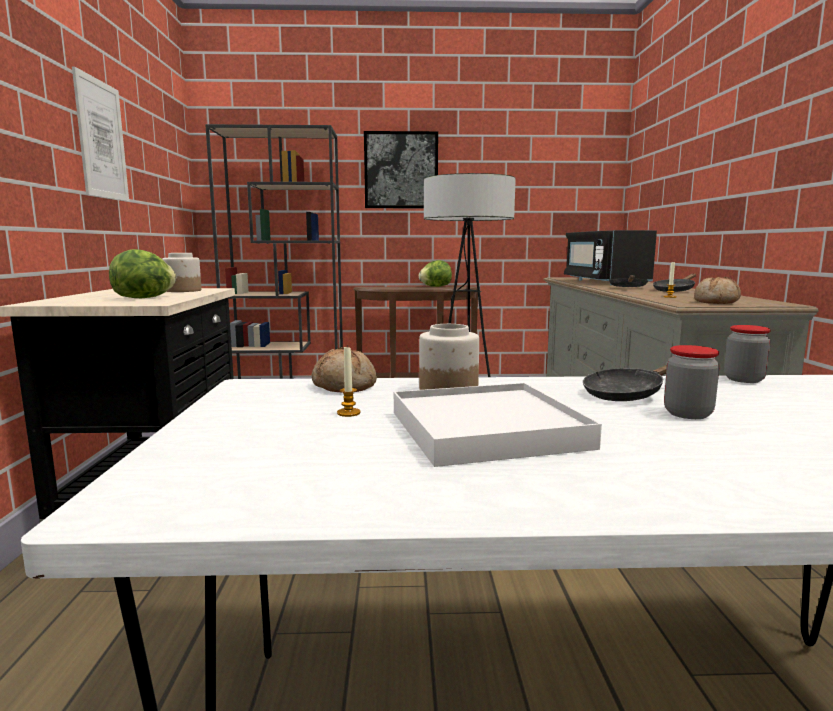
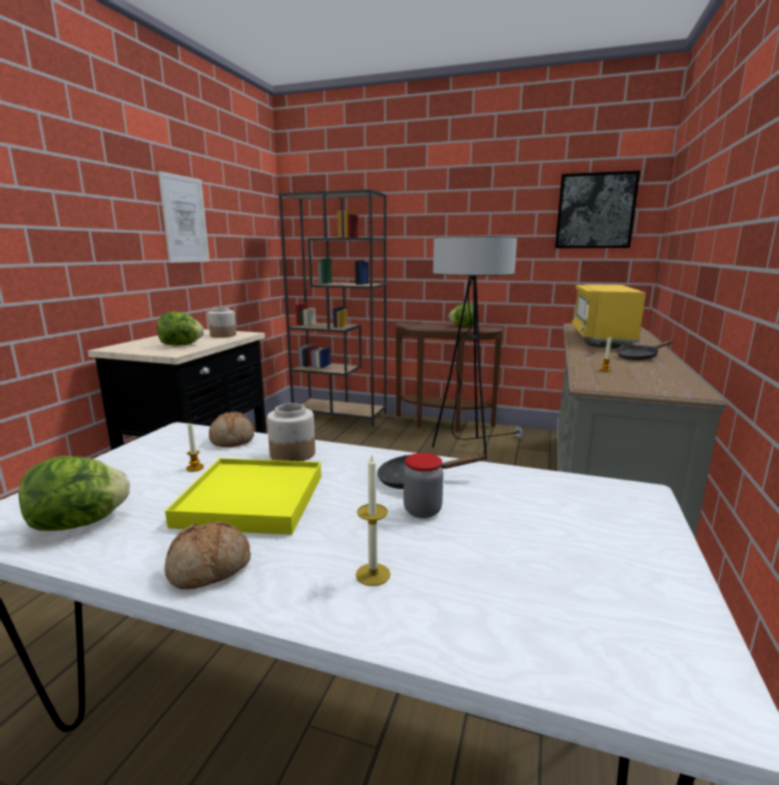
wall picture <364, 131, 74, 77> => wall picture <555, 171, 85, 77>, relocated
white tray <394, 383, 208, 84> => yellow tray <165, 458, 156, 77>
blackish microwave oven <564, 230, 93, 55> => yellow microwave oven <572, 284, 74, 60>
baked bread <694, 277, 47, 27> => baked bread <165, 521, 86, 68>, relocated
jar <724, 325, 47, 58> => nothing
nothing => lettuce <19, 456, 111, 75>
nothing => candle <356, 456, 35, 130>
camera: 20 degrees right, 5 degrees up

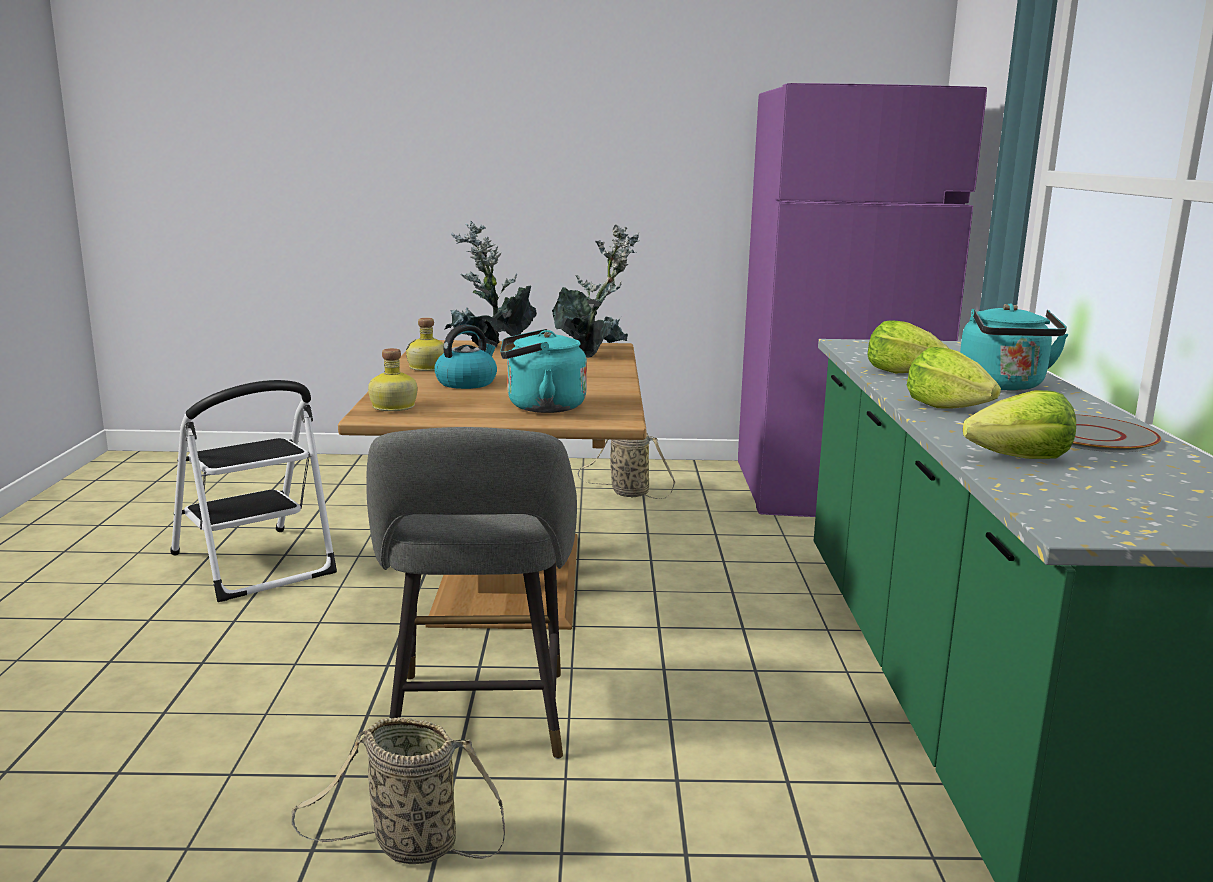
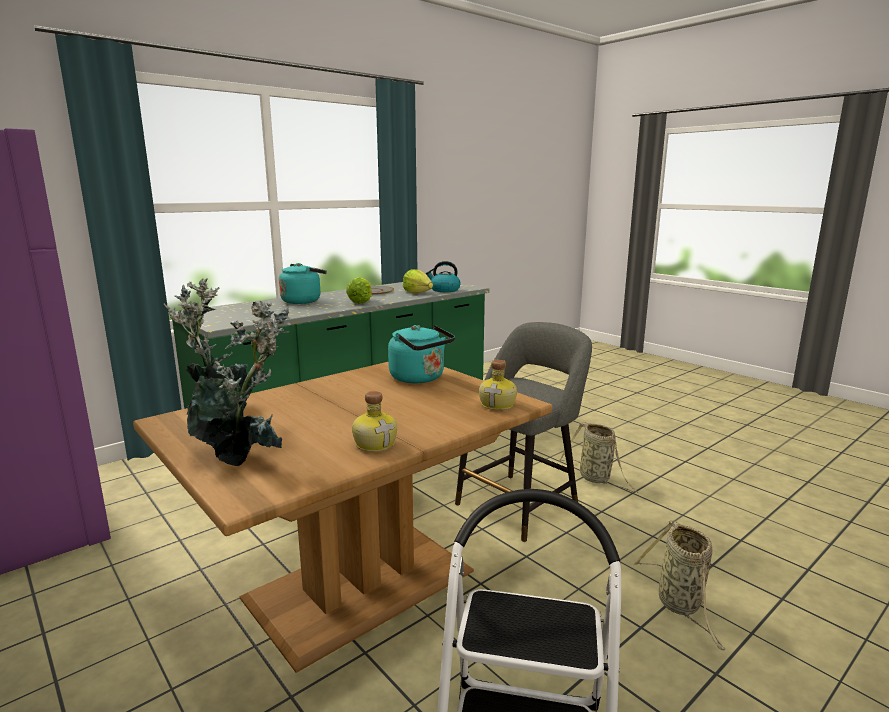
kettle <435, 324, 63, 65> => kettle <426, 261, 35, 31>, relocated
storage basket <578, 432, 97, 67> => storage basket <634, 521, 91, 129>, relocated
lettuce <868, 320, 82, 53> => nothing
camera: 130 degrees left, 0 degrees up

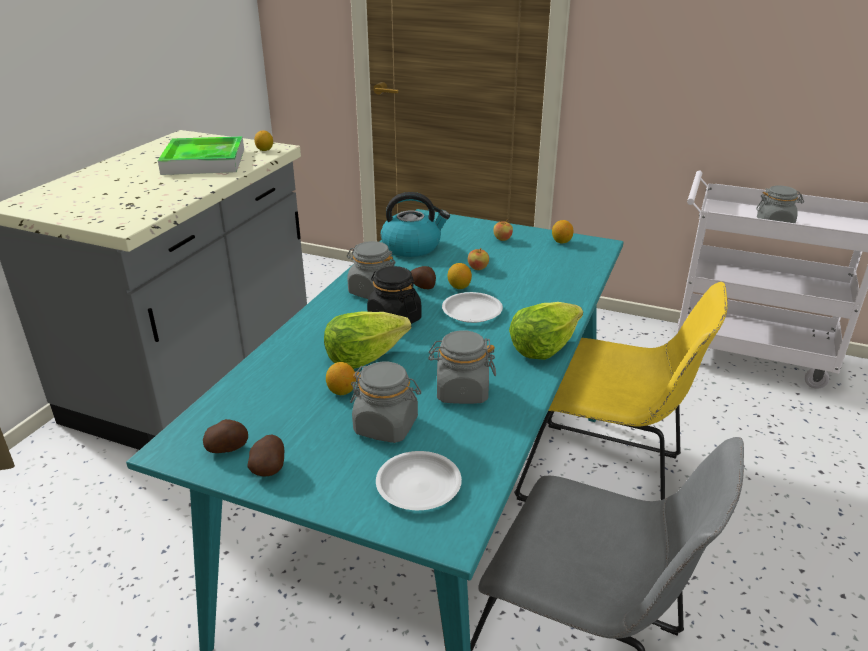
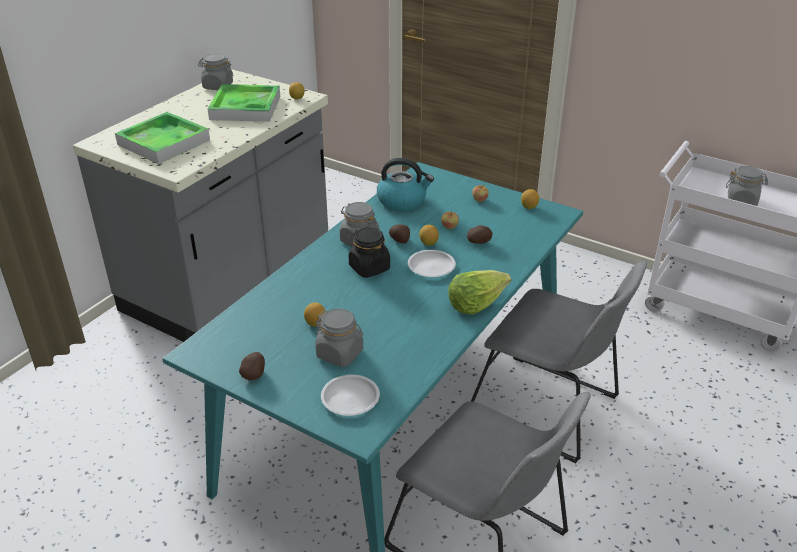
whole potato <203, 419, 45, 34> => whole potato <467, 225, 26, 19>, relocated
lettuce <324, 311, 87, 58> => nothing
greyish jar <428, 330, 68, 74> => greyish jar <198, 54, 35, 36>, relocated
yellow plain chair <514, 282, 214, 220> => greyish plain chair <471, 260, 176, 203>
nothing => tray <115, 112, 95, 52>
camera: 10 degrees right, 5 degrees up

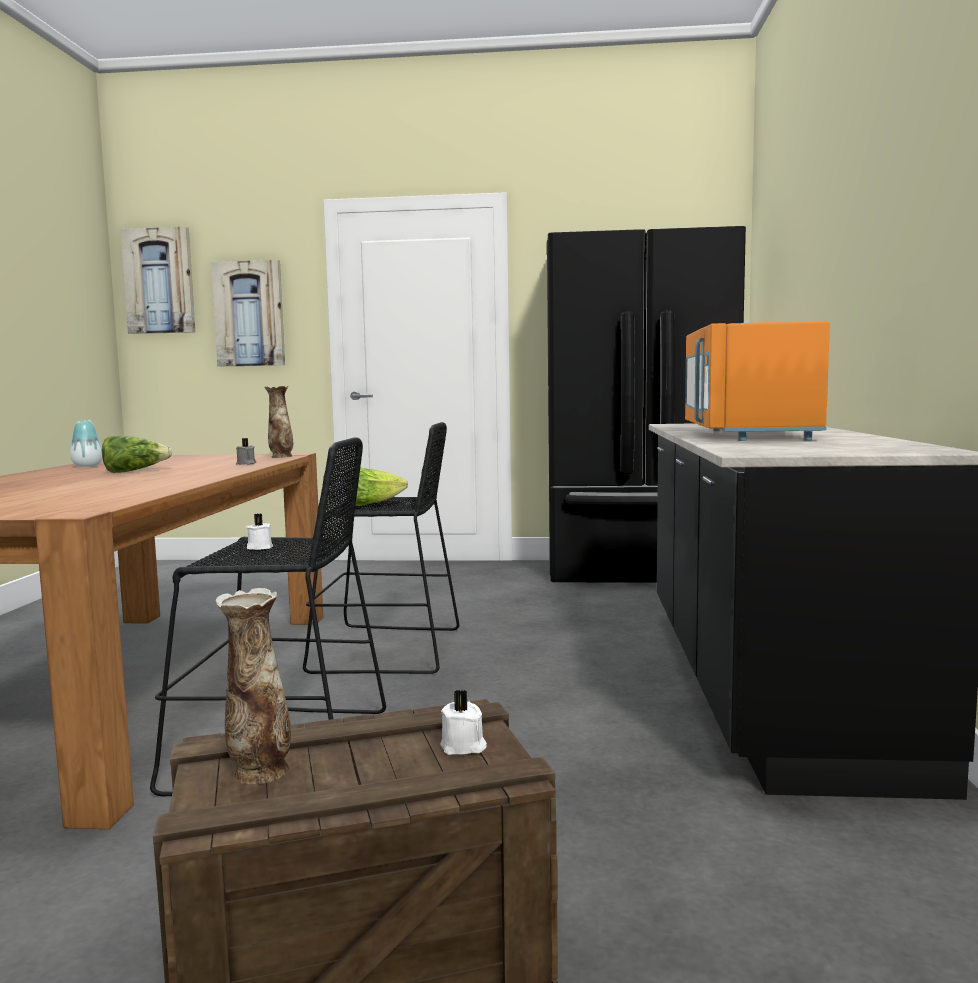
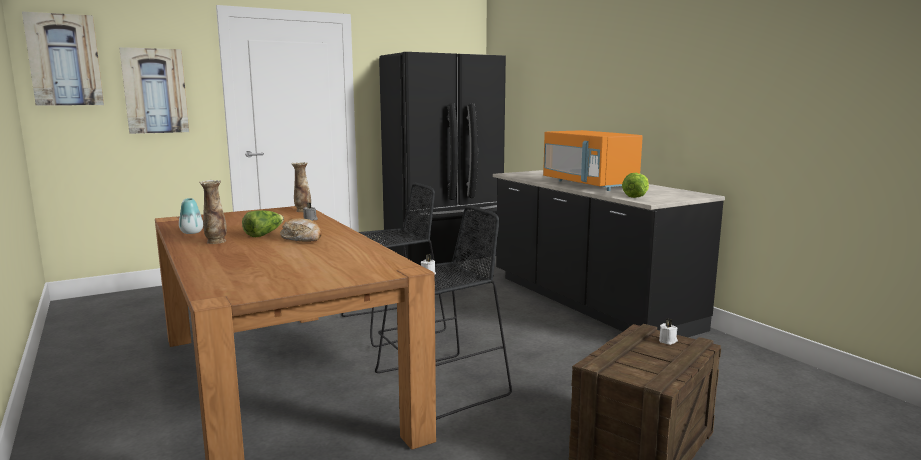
decorative vase <216, 588, 75, 196> => decorative vase <199, 180, 28, 64>, relocated
lettuce <346, 468, 62, 38> => lettuce <622, 173, 27, 25>, relocated
nothing => baked bread <280, 218, 42, 24>
camera: 35 degrees left, 5 degrees up

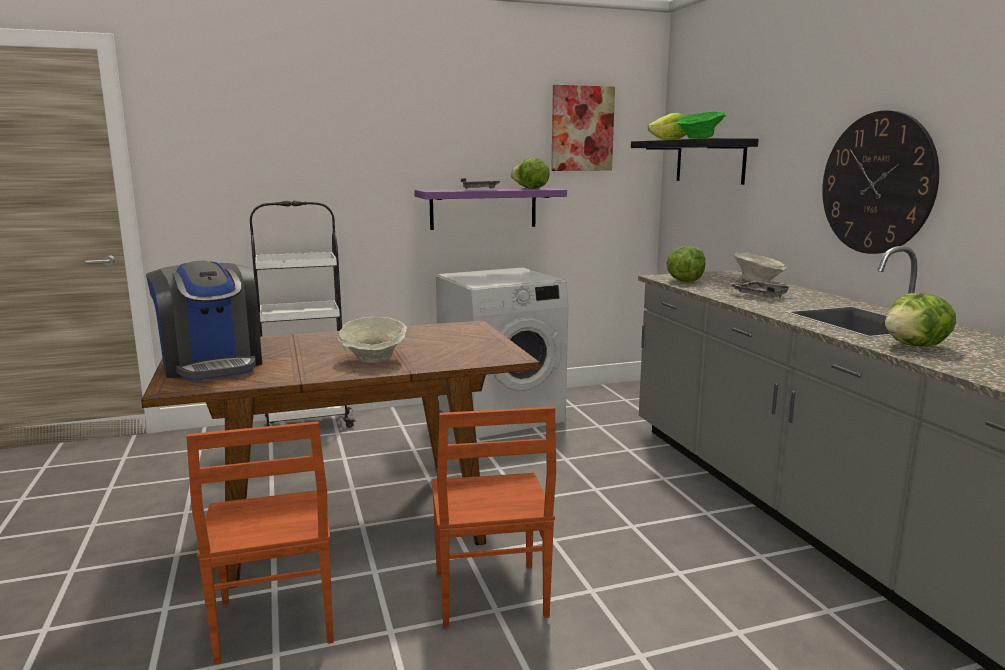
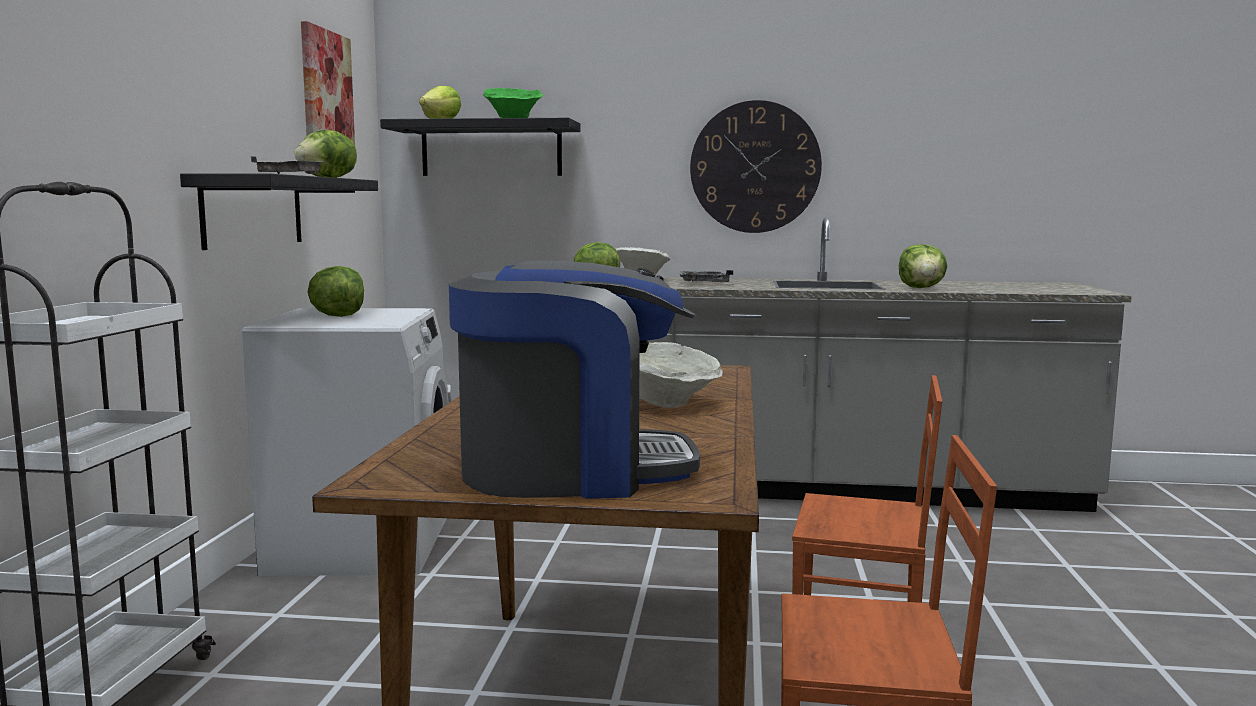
purplish bracket shelf <414, 188, 153, 42> => blackish bracket shelf <180, 174, 198, 76>
nothing => lettuce <308, 266, 56, 51>
camera: 65 degrees left, 5 degrees down

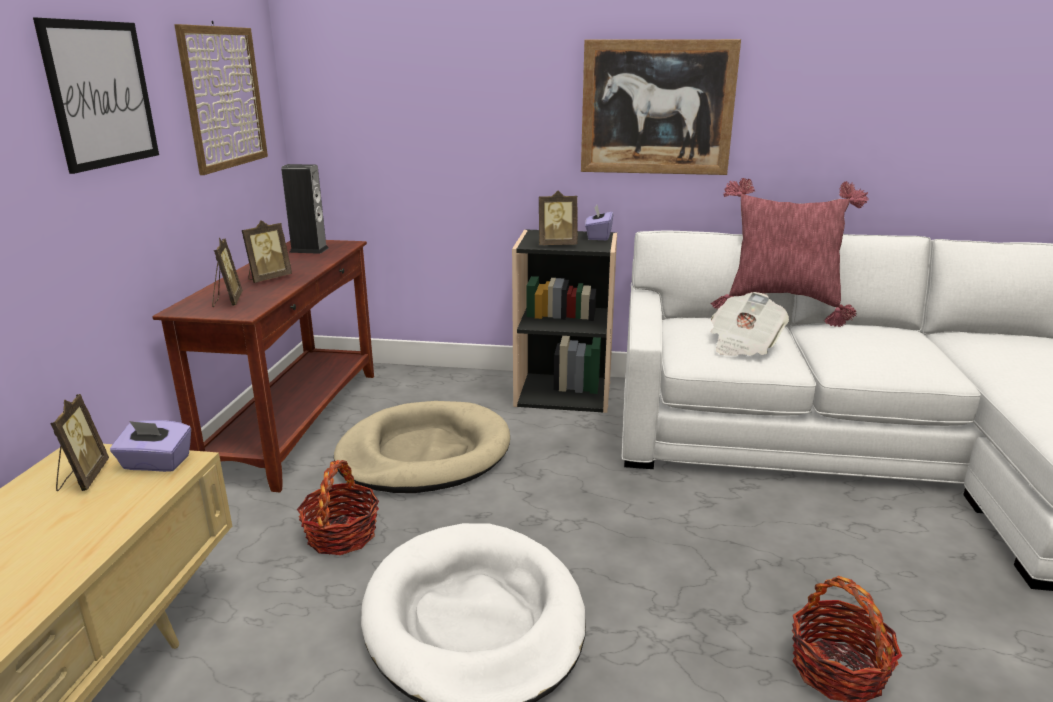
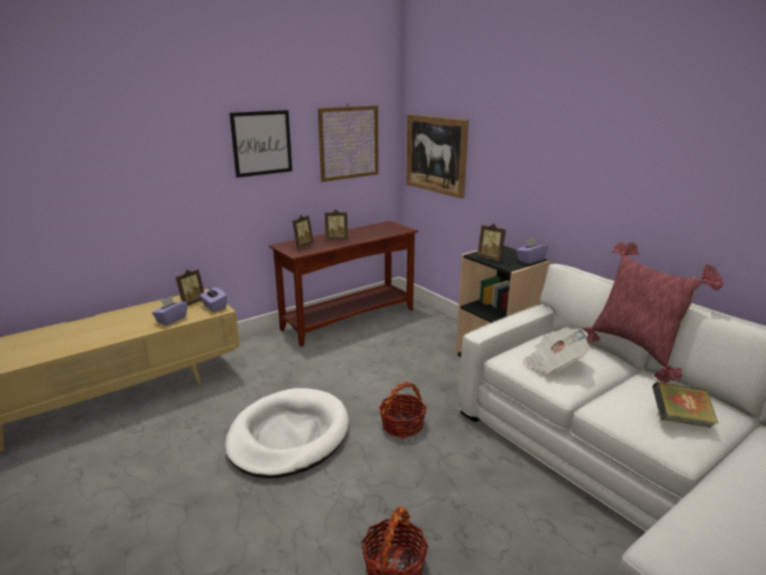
loudspeaker <281, 164, 48, 90> => nothing
storage basket <297, 460, 82, 95> => storage basket <379, 382, 48, 56>, relocated
sand-coloured dog bed <334, 401, 176, 92> => nothing
wall picture <581, 39, 160, 136> => wall picture <406, 114, 63, 85>, relocated
nothing => purplish tissue box <152, 296, 35, 29>
nothing => bound book <652, 382, 67, 46>
camera: 45 degrees right, 0 degrees up

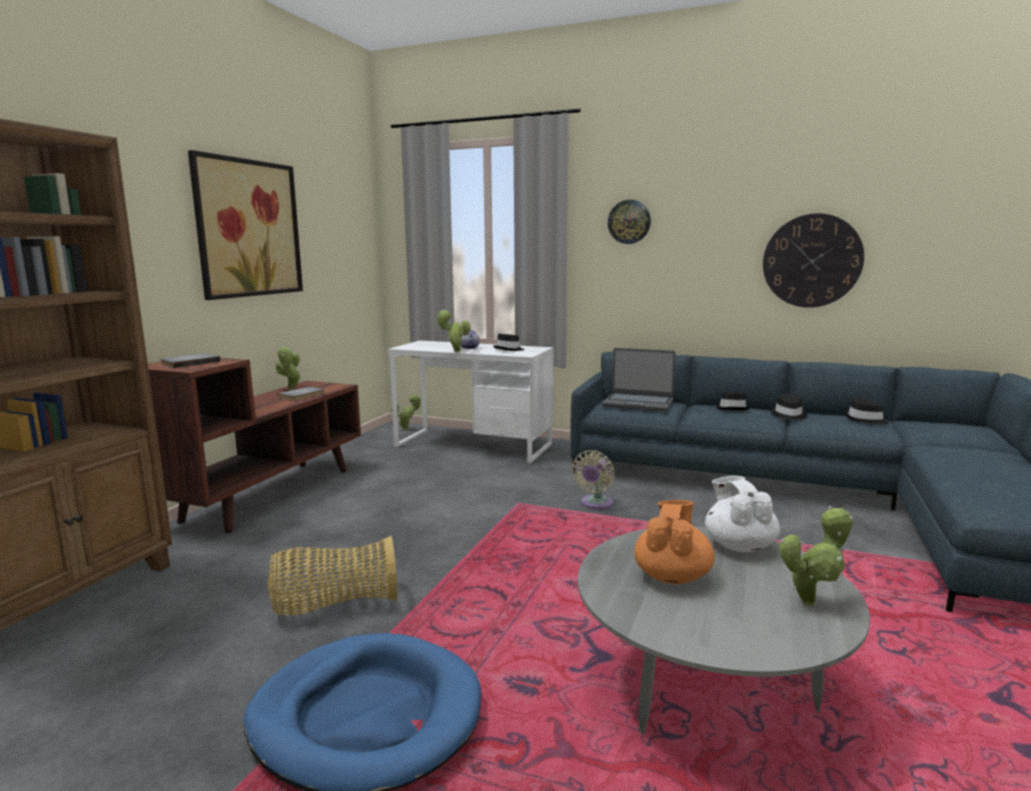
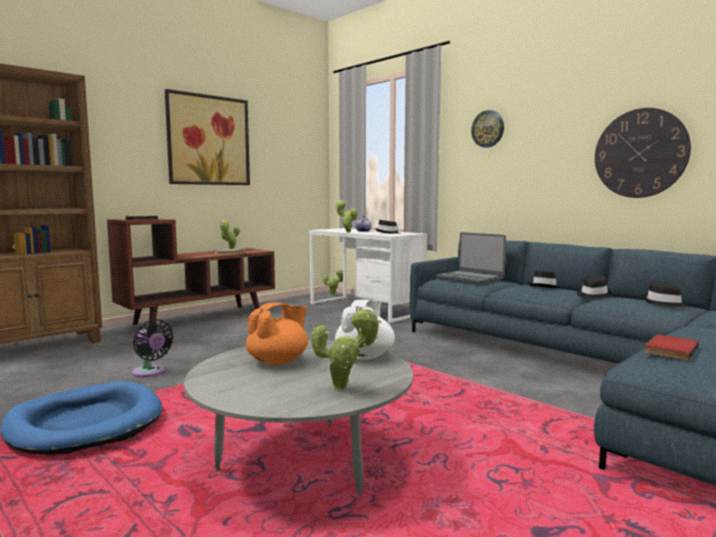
storage basket <267, 536, 130, 79> => blackish cooling fan <132, 319, 42, 58>
sand-coloured cooling fan <572, 450, 43, 59> => nothing
nothing => reddish bound book <645, 334, 54, 26>
camera: 25 degrees right, 5 degrees down

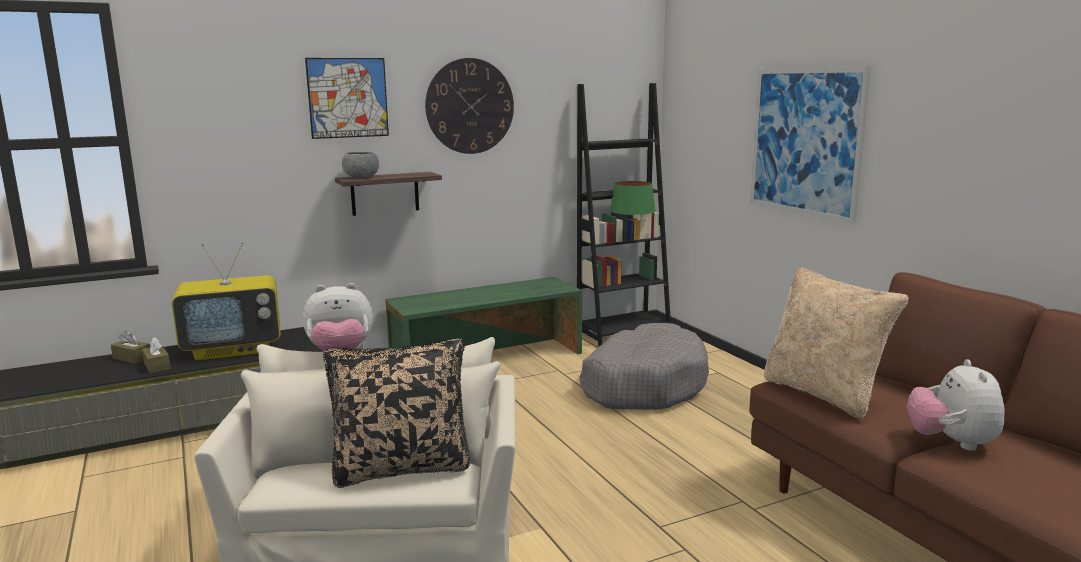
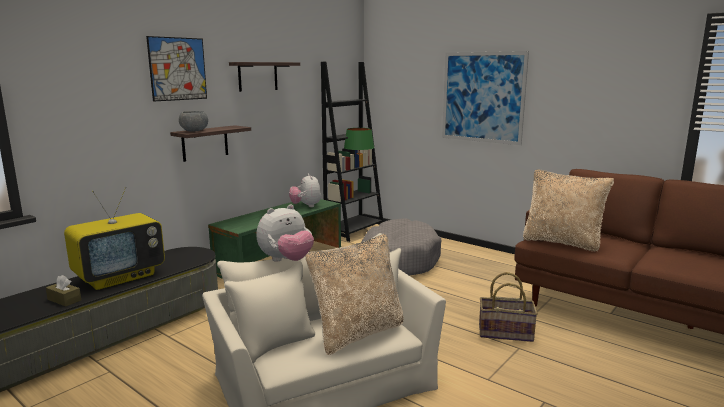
brownish tissue box <111, 331, 39, 33> => nothing
blackish throw pillow <323, 338, 147, 150> => sand-coloured throw pillow <305, 234, 99, 121>
wall clock <425, 58, 89, 96> => bracket shelf <229, 62, 71, 30>
soft toy <907, 359, 98, 92> => soft toy <289, 174, 32, 33>, relocated
nothing => storage basket <479, 272, 59, 70>
camera: 25 degrees left, 0 degrees up

